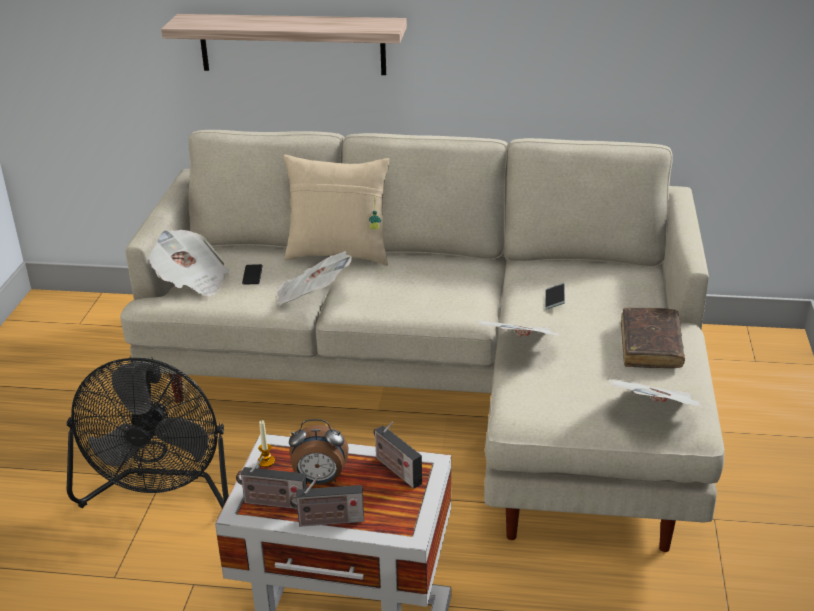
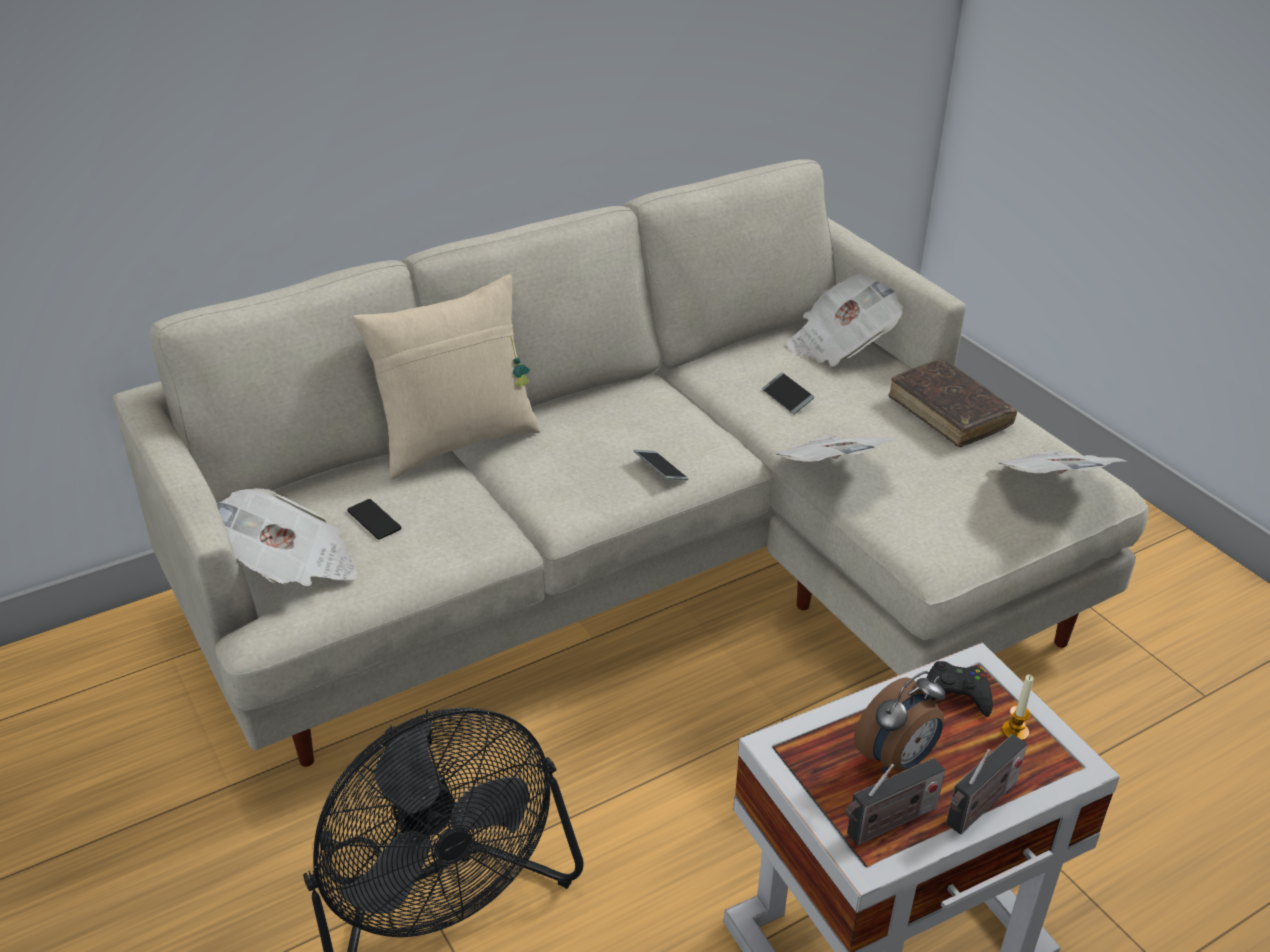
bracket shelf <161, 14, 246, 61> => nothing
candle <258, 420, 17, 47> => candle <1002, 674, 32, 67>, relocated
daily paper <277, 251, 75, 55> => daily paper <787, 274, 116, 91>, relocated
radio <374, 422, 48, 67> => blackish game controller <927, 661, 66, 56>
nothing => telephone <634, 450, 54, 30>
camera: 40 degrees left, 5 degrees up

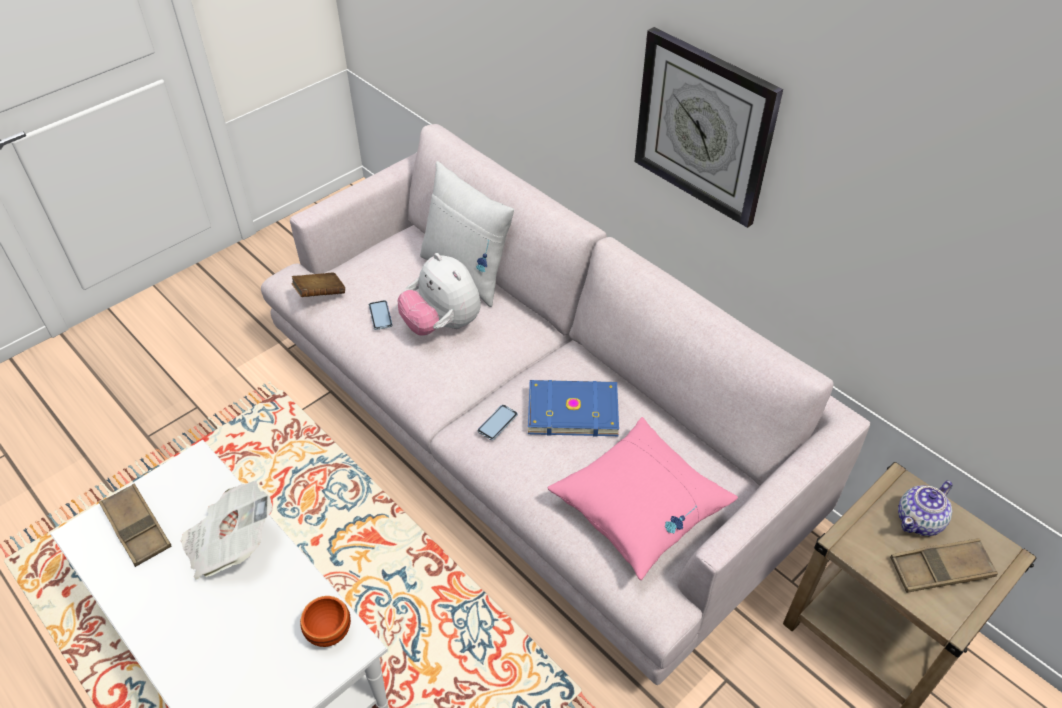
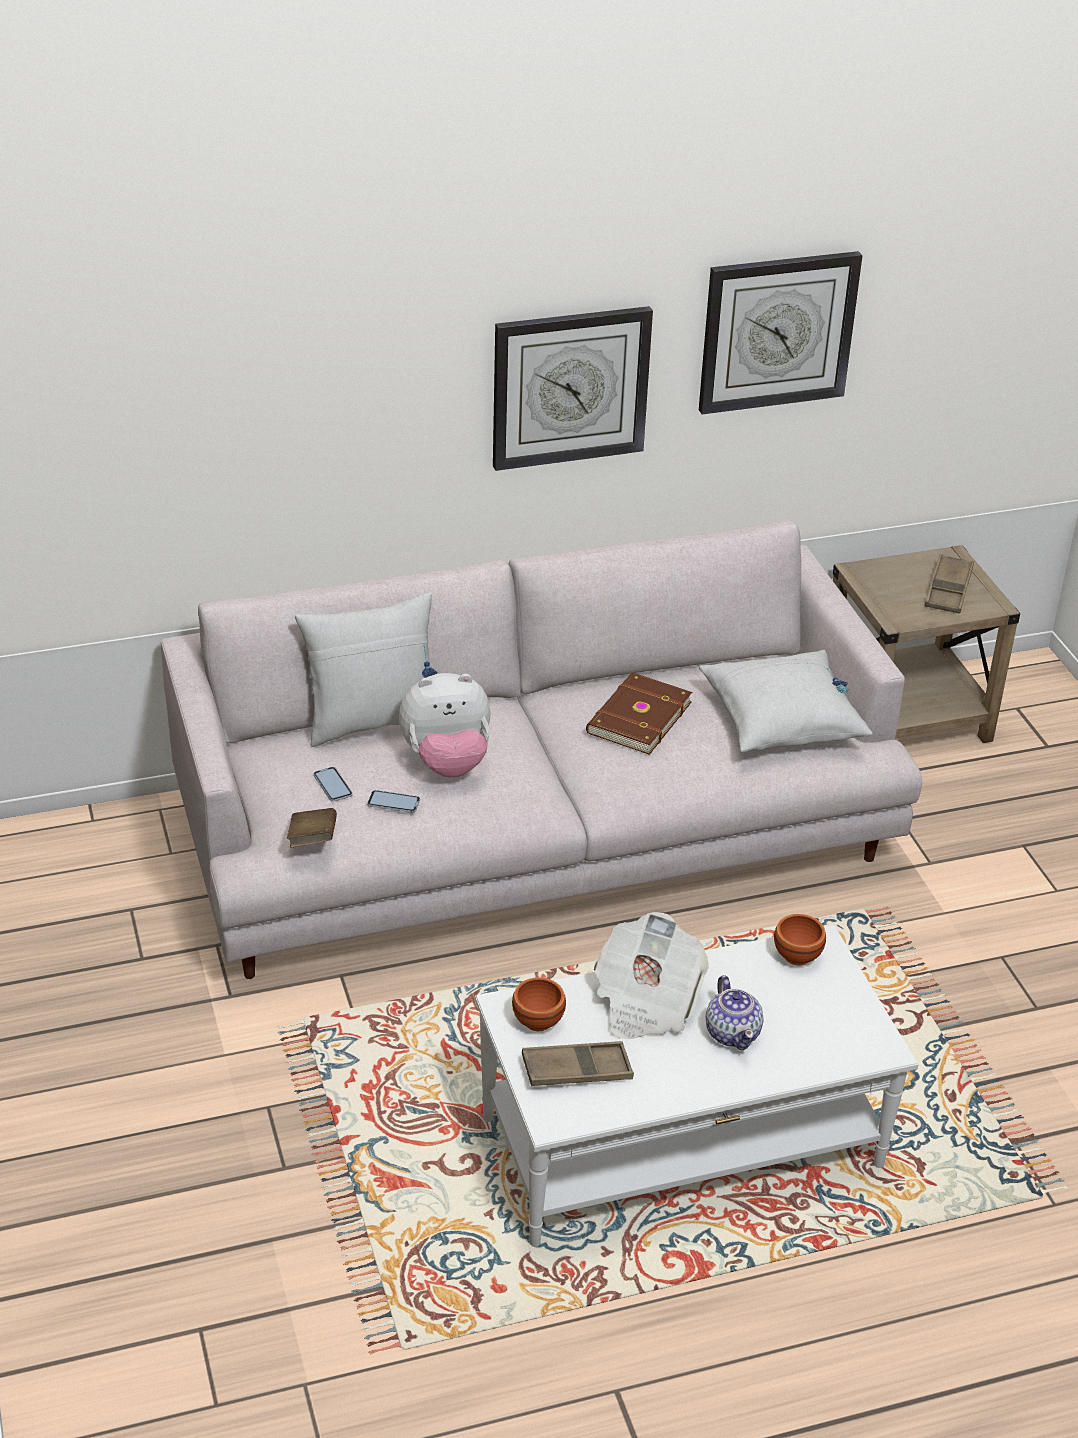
telephone <478, 405, 40, 35> => telephone <313, 767, 40, 35>, relocated
bluish bound book <528, 380, 91, 57> => brownish bound book <586, 672, 106, 83>
pink throw pillow <548, 417, 190, 163> => greyish throw pillow <699, 650, 174, 103>
teapot <898, 480, 54, 56> => teapot <706, 975, 58, 75>, relocated
nothing => brownish bowl <512, 977, 54, 54>
nothing => wall clock <699, 251, 164, 163>
camera: 65 degrees left, 10 degrees down

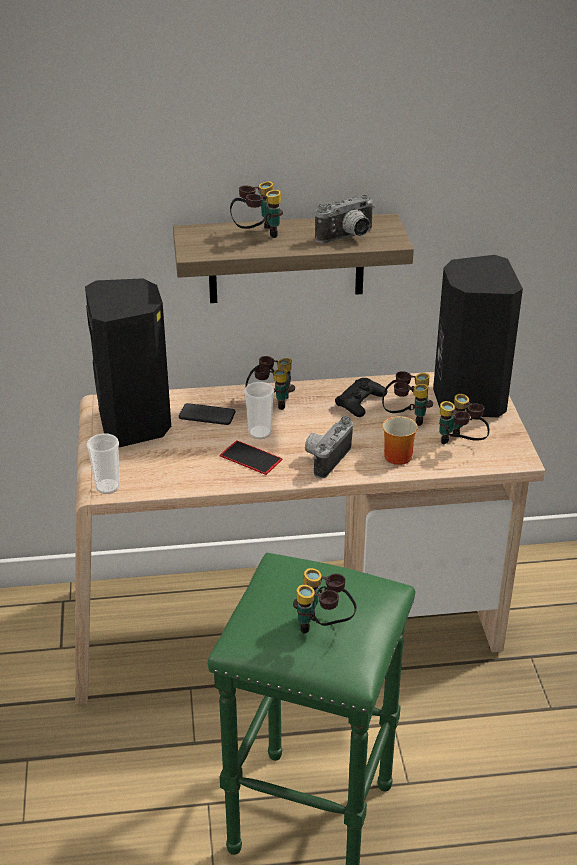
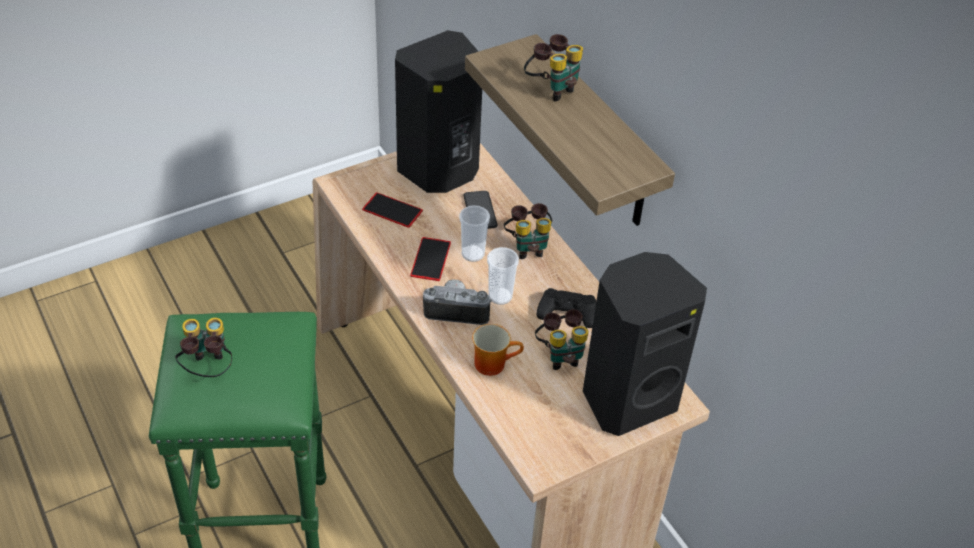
cup <87, 433, 33, 61> => cup <487, 247, 32, 58>, relocated
photo camera <315, 194, 60, 49> => nothing
binoculars <439, 394, 51, 50> => nothing
nothing => telephone <362, 192, 61, 36>
camera: 65 degrees right, 10 degrees up

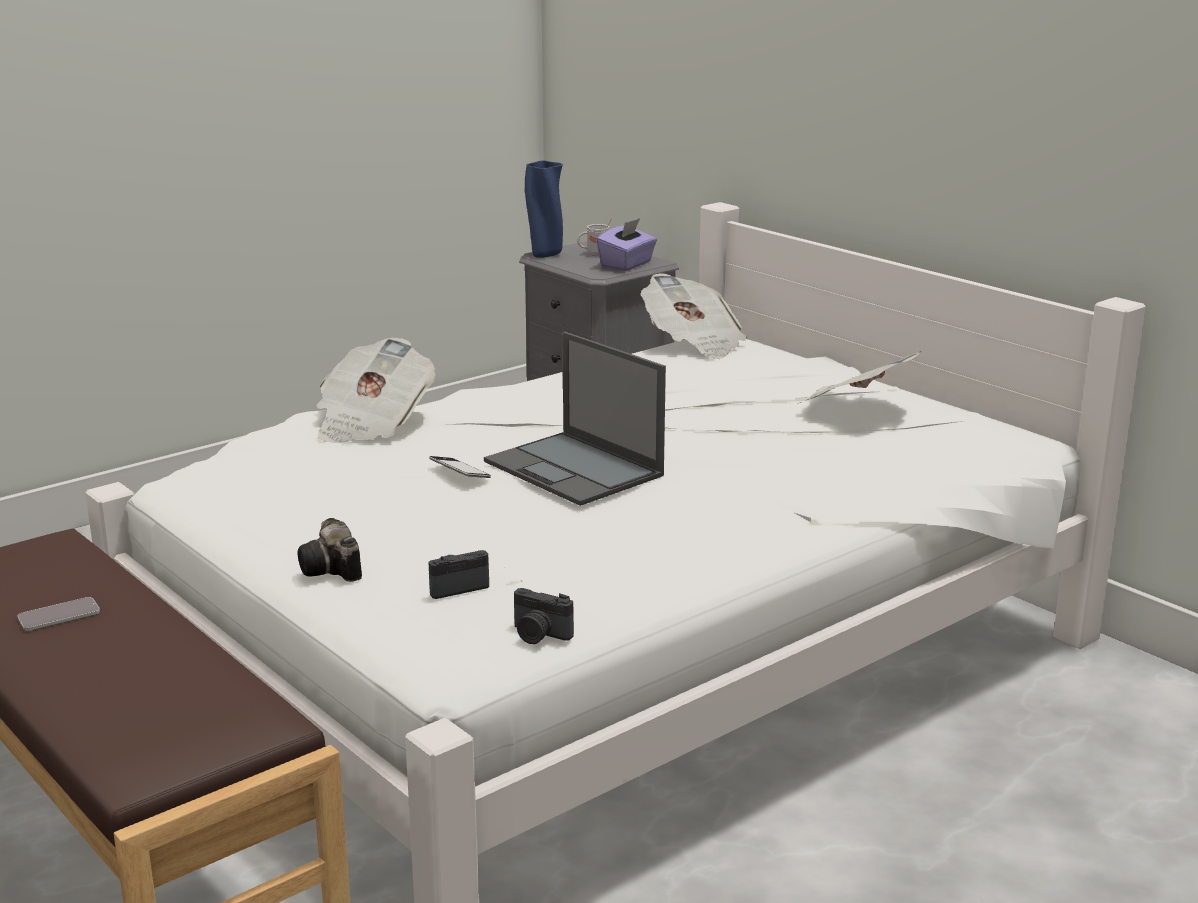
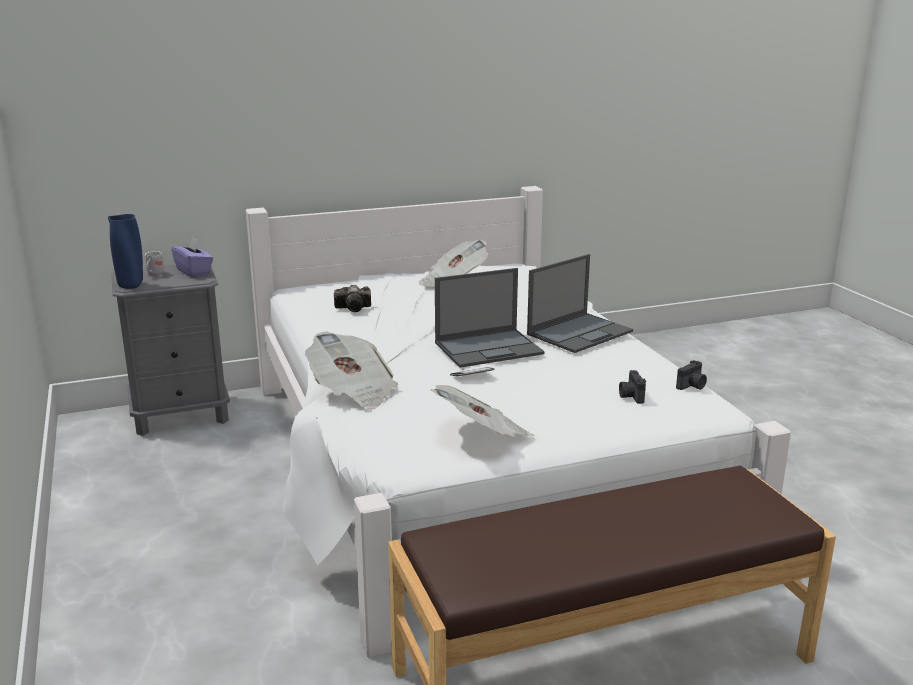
telephone <17, 597, 83, 34> => nothing
photo camera <297, 518, 65, 64> => photo camera <334, 285, 37, 27>, relocated
daily paper <641, 273, 106, 86> => daily paper <430, 385, 105, 52>, relocated
nothing => laptop <527, 254, 106, 99>
camera: 70 degrees left, 0 degrees up

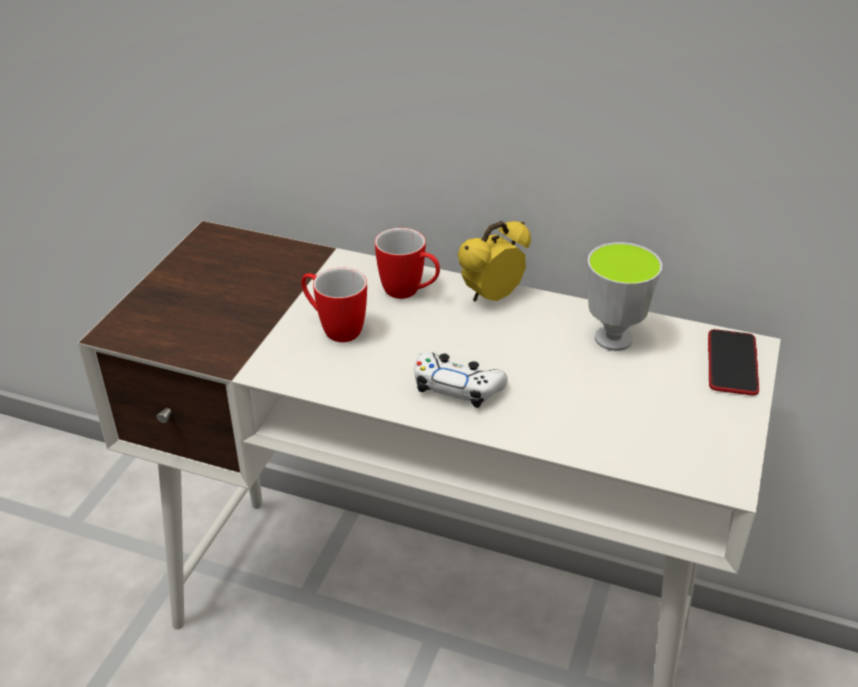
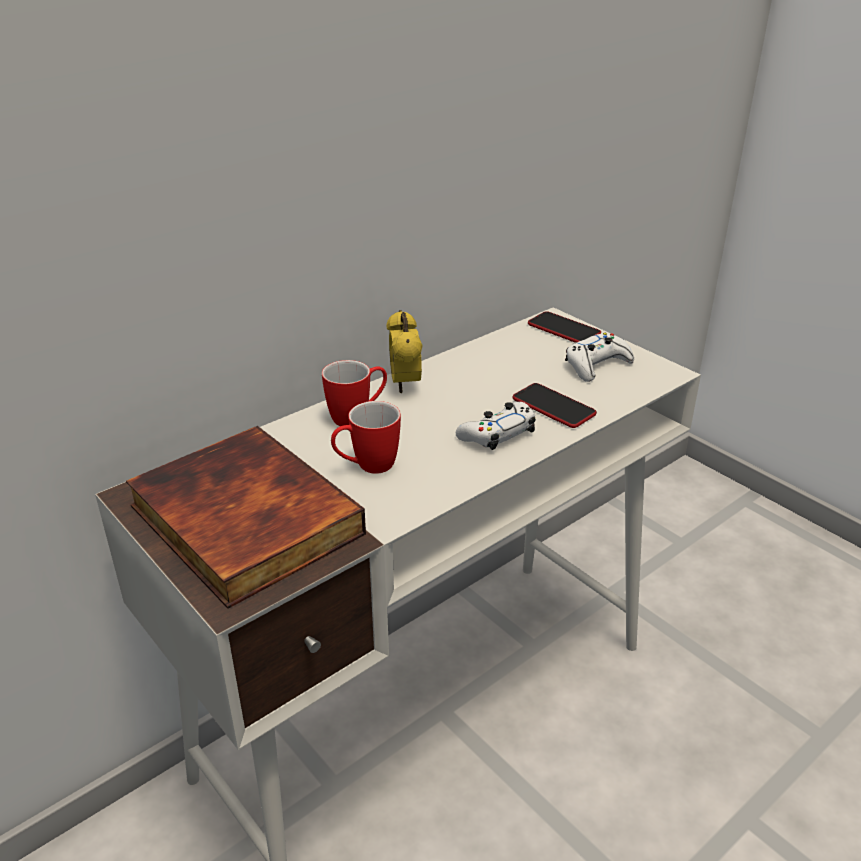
cup <587, 242, 75, 109> => nothing
nothing => bound book <126, 426, 240, 183>
nothing => telephone <512, 383, 85, 45>
nothing => white game controller <565, 333, 69, 49>
camera: 60 degrees left, 5 degrees down

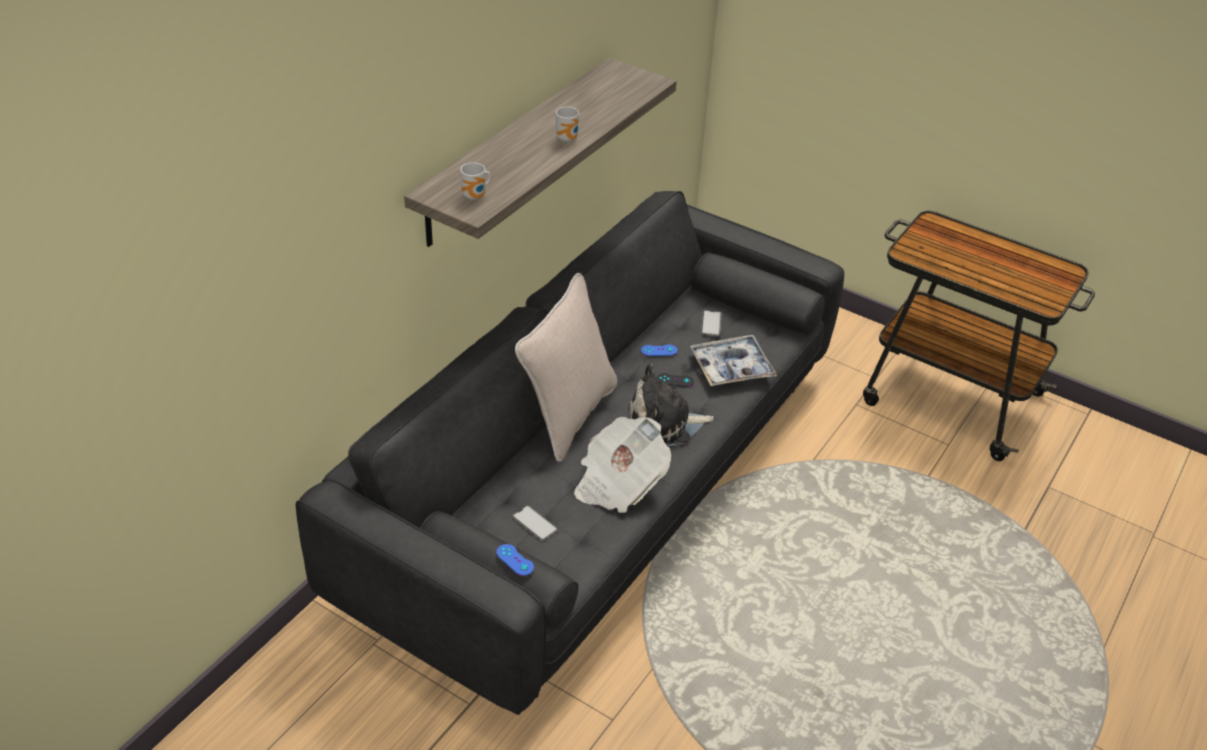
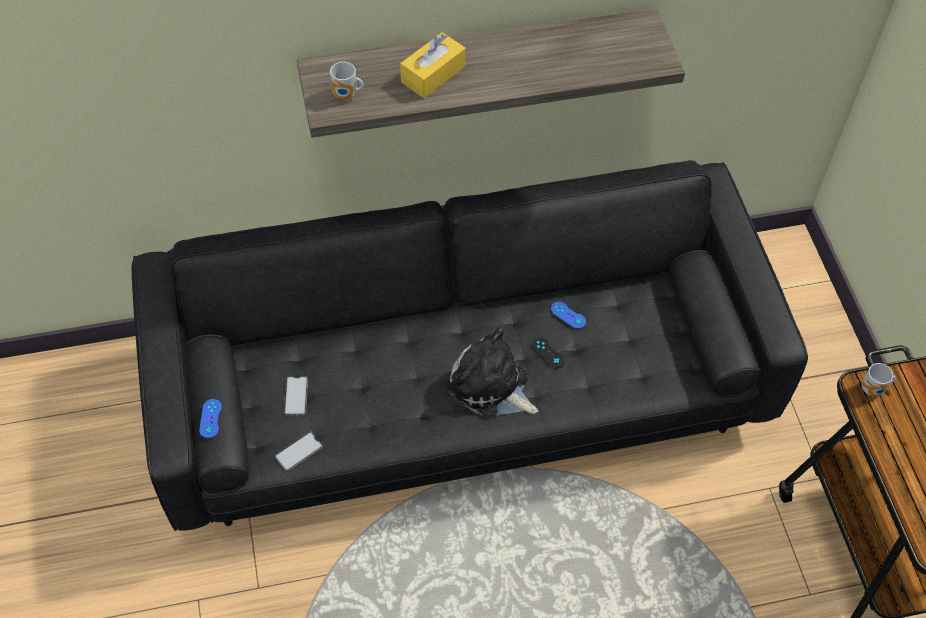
sand-coloured throw pillow <515, 273, 102, 189> => nothing
tea mug <556, 107, 23, 35> => tea mug <862, 363, 34, 34>, relocated
daily paper <574, 417, 97, 96> => nothing
tray <690, 335, 87, 51> => nothing
telephone <701, 310, 21, 26> => telephone <274, 431, 49, 40>, relocated
nothing => yellow tissue box <400, 32, 66, 66>
camera: 45 degrees right, 15 degrees up

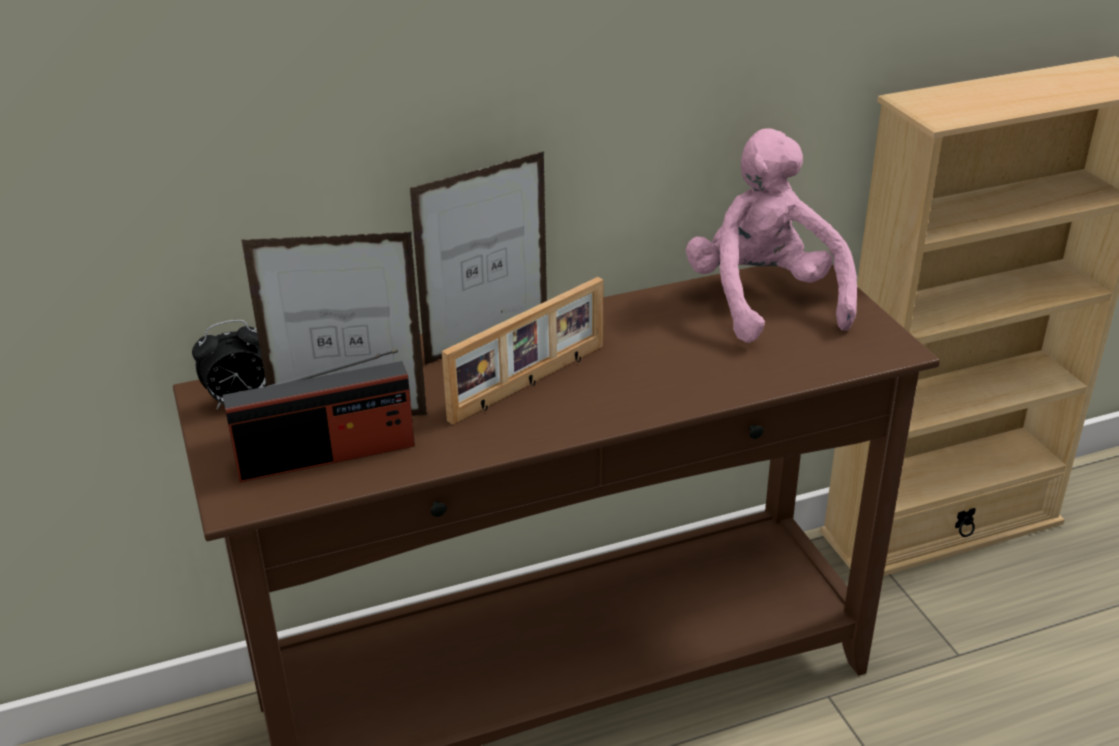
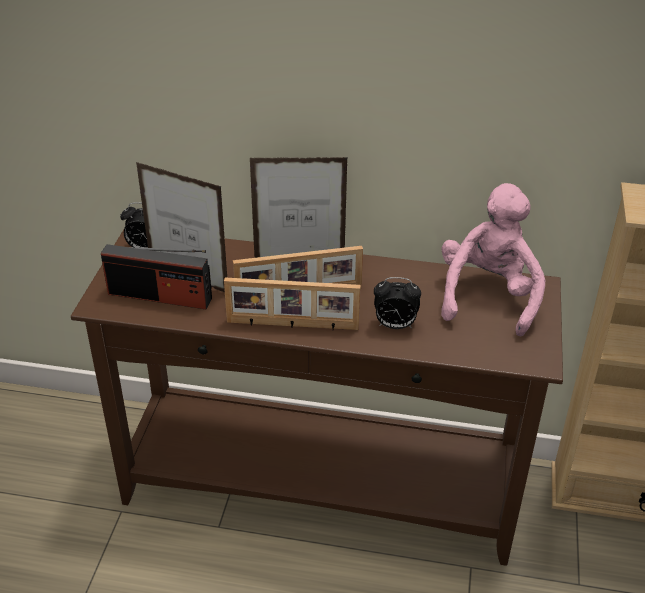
nothing => photo frame <224, 277, 136, 53>
nothing => bedside clock <374, 277, 47, 52>
camera: 30 degrees right, 5 degrees up

